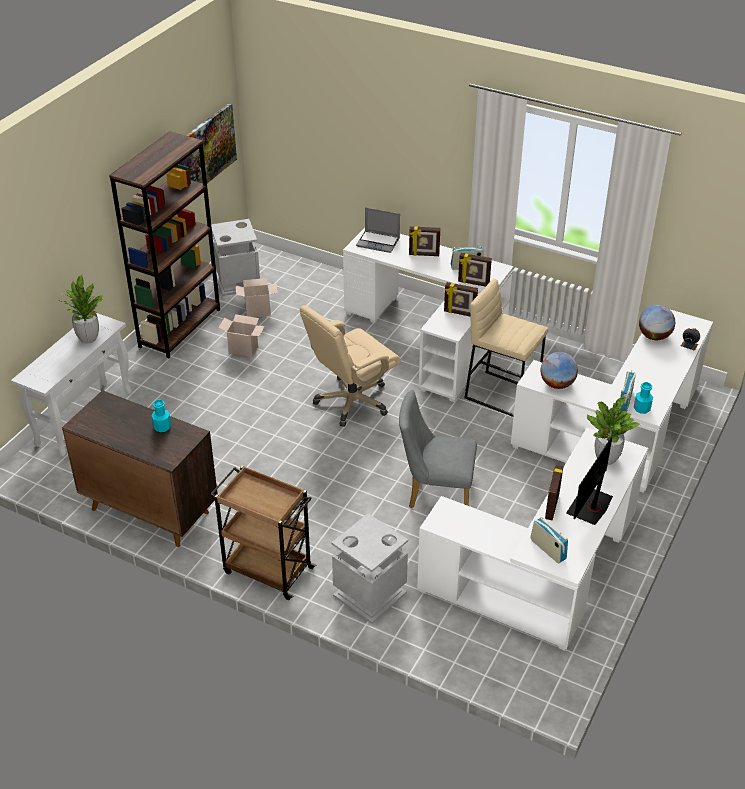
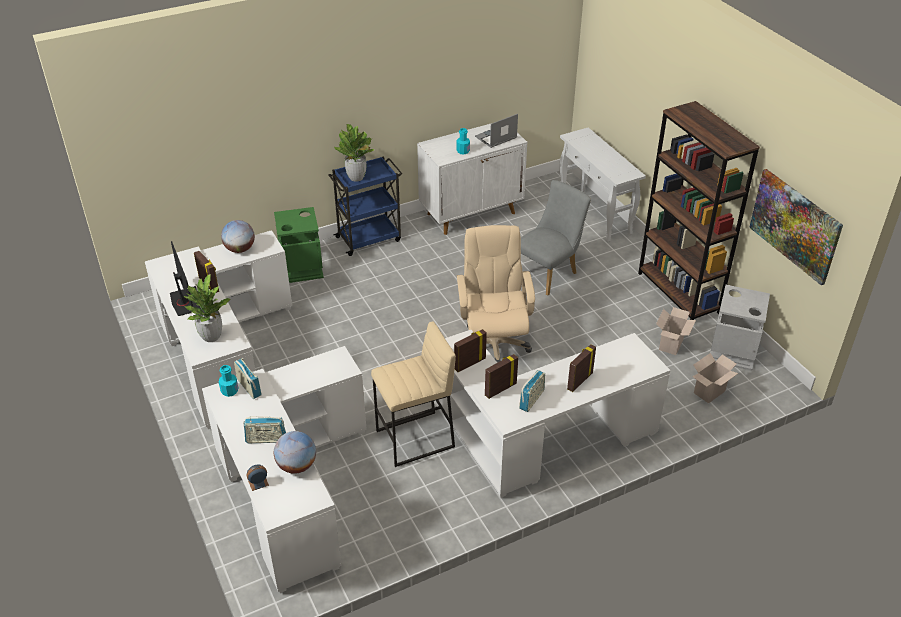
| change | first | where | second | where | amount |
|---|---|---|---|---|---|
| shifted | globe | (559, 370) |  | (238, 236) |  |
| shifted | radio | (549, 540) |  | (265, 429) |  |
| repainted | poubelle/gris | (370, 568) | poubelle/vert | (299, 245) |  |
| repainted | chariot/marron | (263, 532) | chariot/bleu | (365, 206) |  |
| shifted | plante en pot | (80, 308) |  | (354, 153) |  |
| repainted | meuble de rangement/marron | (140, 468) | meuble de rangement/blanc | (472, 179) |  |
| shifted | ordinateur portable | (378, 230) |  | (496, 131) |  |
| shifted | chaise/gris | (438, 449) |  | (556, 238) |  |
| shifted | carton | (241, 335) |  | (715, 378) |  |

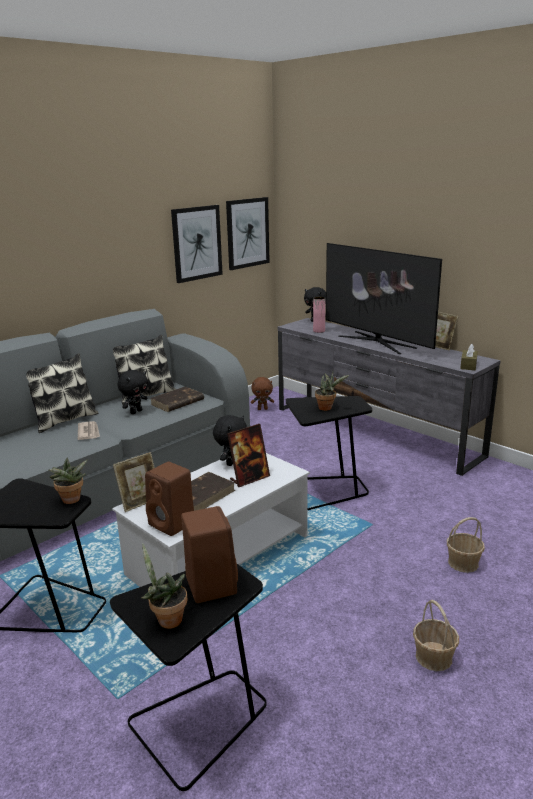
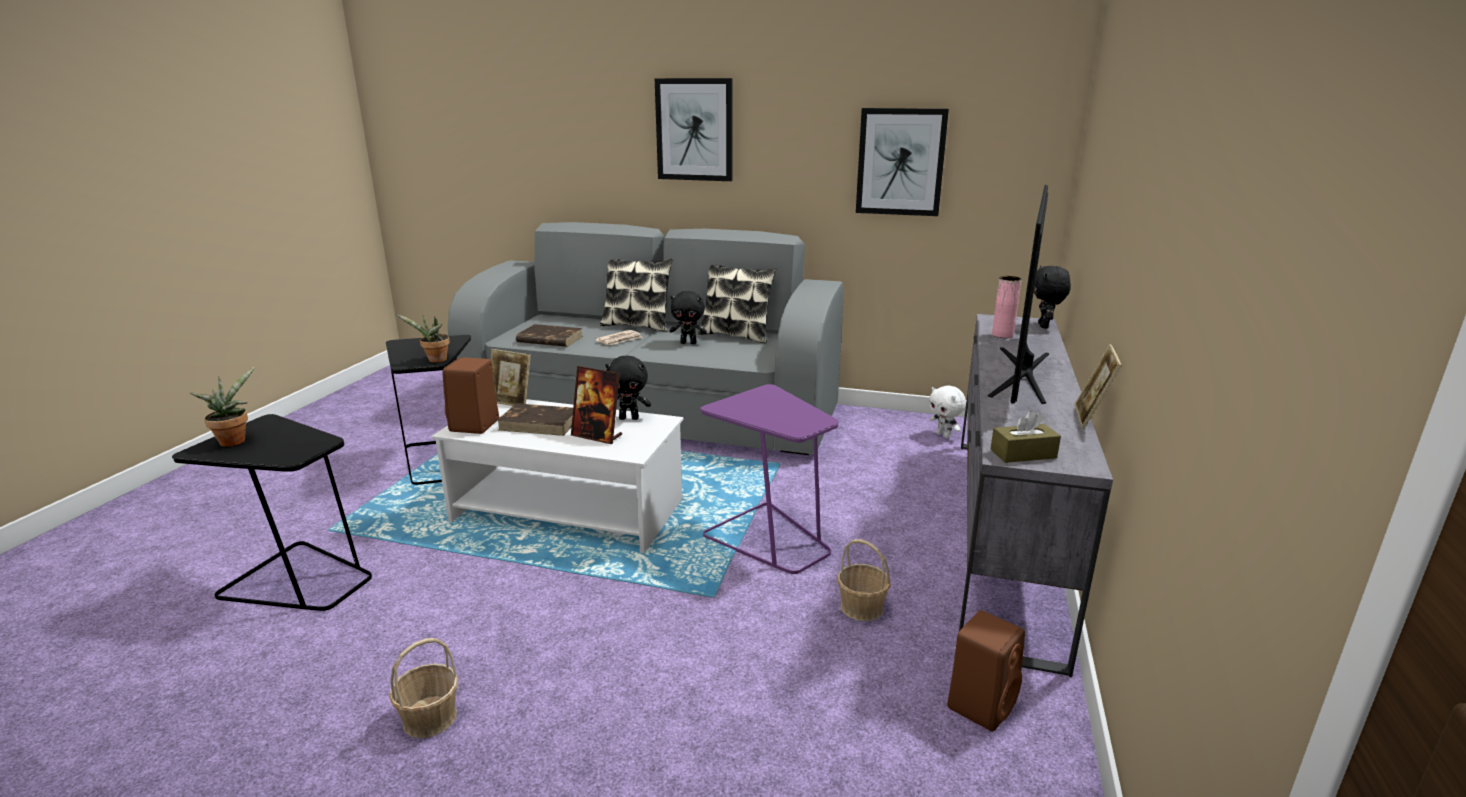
| change | first | where | second | where | amount |
|---|---|---|---|---|---|
| shifted | livre/marron | (177, 399) |  | (549, 335) |  |
| shifted | tableau | (248, 233) |  | (694, 129) |  |
| repainted | table d'appoint/noir | (329, 453) | table d'appoint/violet | (769, 479) |  |
| shifted | panier | (466, 545) |  | (864, 580) |  |
| repainted | peluche/marron | (262, 393) | peluche/blanc | (947, 411) |  |
| shifted | enceinte/marron | (209, 554) |  | (986, 671) |  |
| gone | plante en pot | (332, 391) |  |  |  |

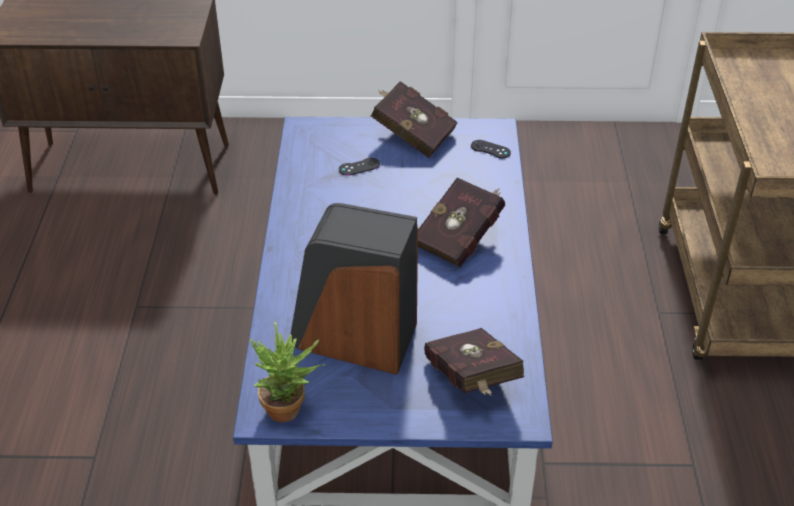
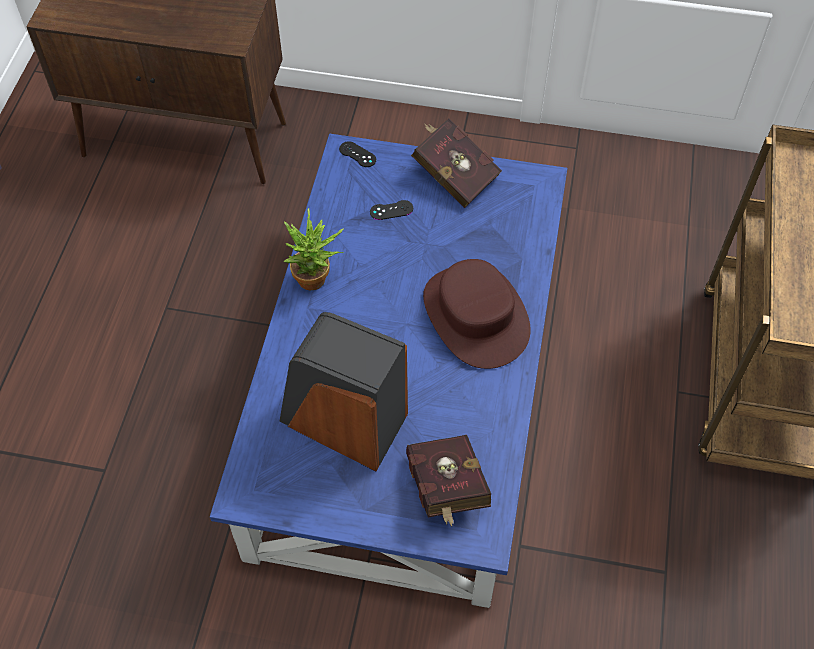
| change | first | where | second | where | amount |
|---|---|---|---|---|---|
| shifted | plante en pot | (287, 371) |  | (313, 249) |  |
| shifted | manette/noir | (491, 149) |  | (357, 154) |  |
| swapped | livre/rouge | (461, 222) | chapeau/marron | (477, 314) |  |

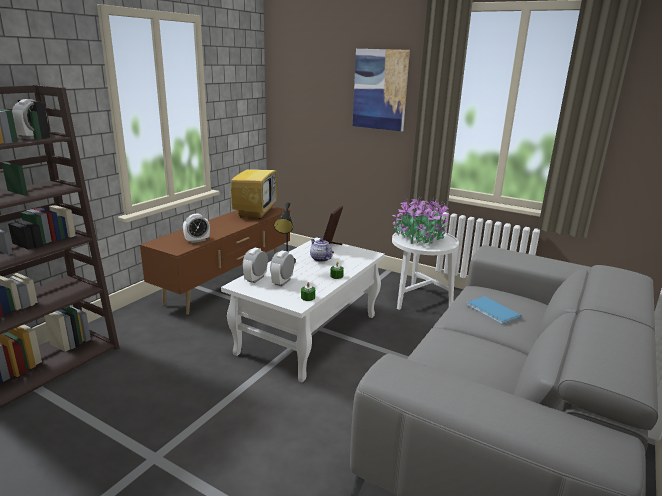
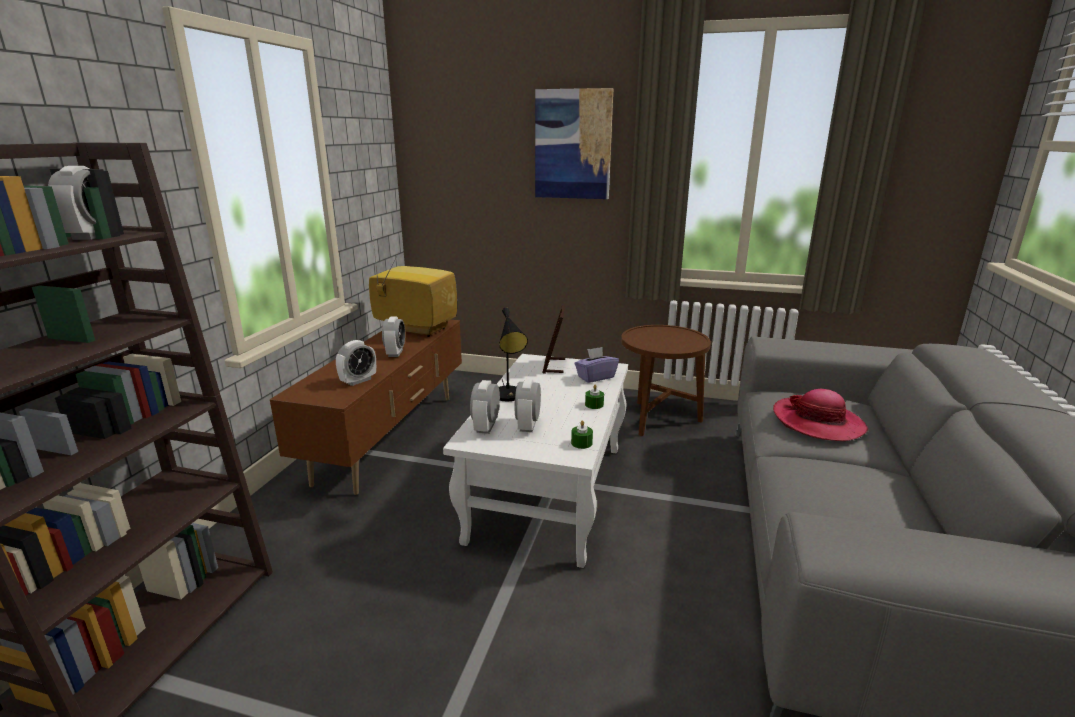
| change | first | where | second | where | amount |
|---|---|---|---|---|---|
| rotated | téléviseur | (254, 180) |  | (413, 288) | 60 degrees counterclockwise |
| new |  |  | réveil | (393, 337) |  |
| new |  |  | boîte à mouchoirs/violet | (597, 365) |  |
| repainted | table d'appoint/blanc | (425, 270) | table d'appoint/marron | (666, 380) |  |
| swapped | livre/bleu | (494, 310) | chapeau | (820, 415) |  |
| gone | théière | (321, 250) |  |  |  |
| gone | plante en pot | (420, 220) |  |  |  |

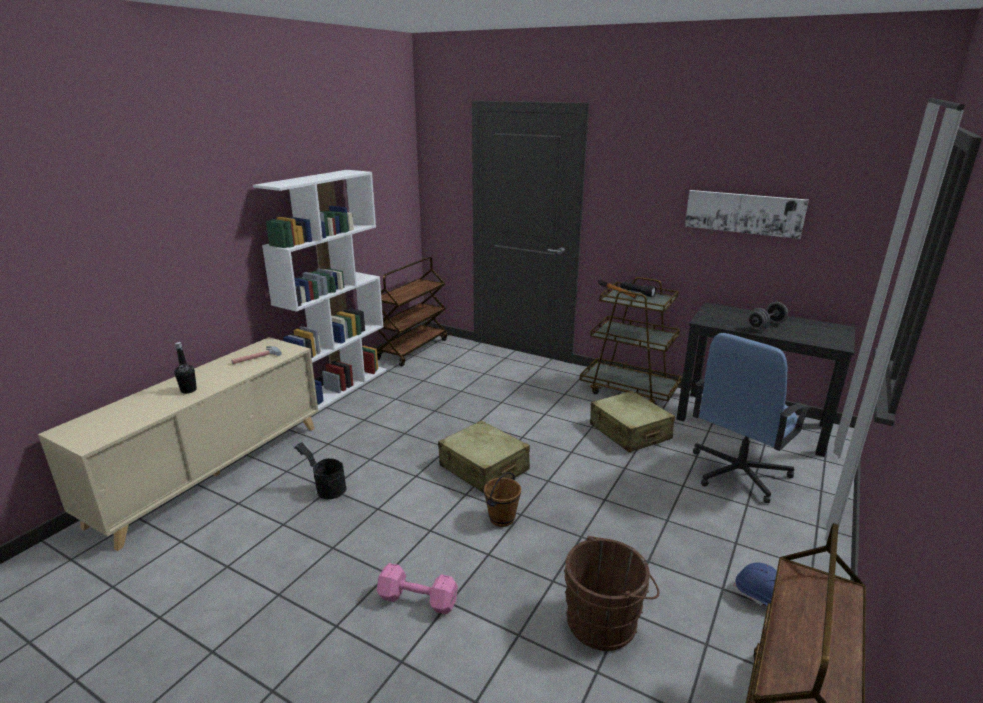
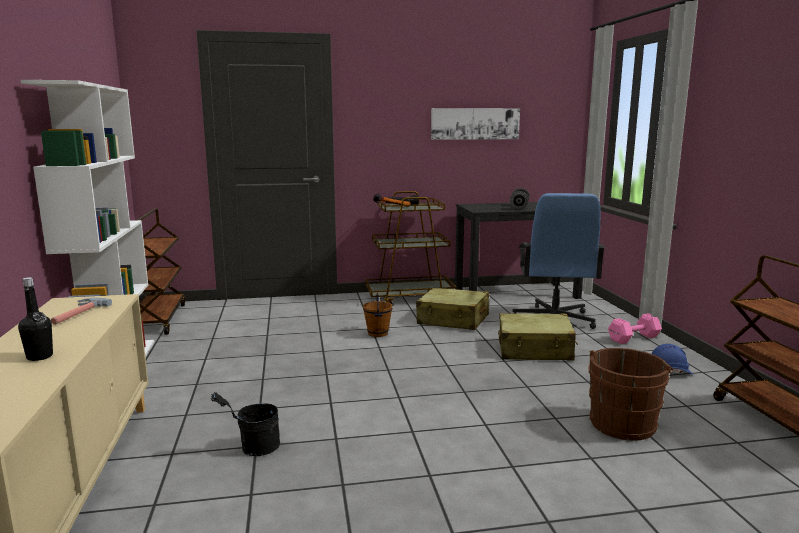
| change | first | where | second | where | amount |
|---|---|---|---|---|---|
| shifted | seau/marron | (502, 499) |  | (378, 314) |  |
| shifted | valise/beige | (484, 456) |  | (538, 337) |  |
| shifted | haltère/rose | (417, 588) |  | (635, 328) |  |

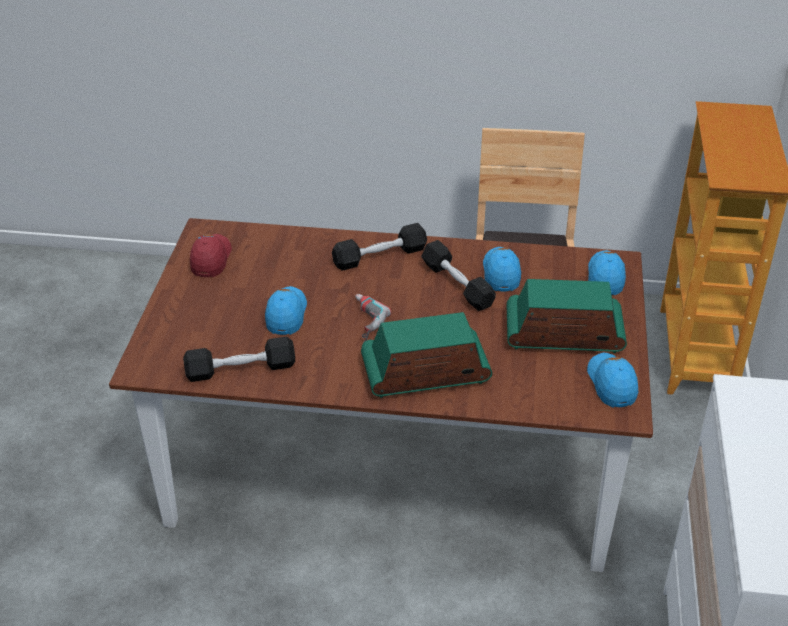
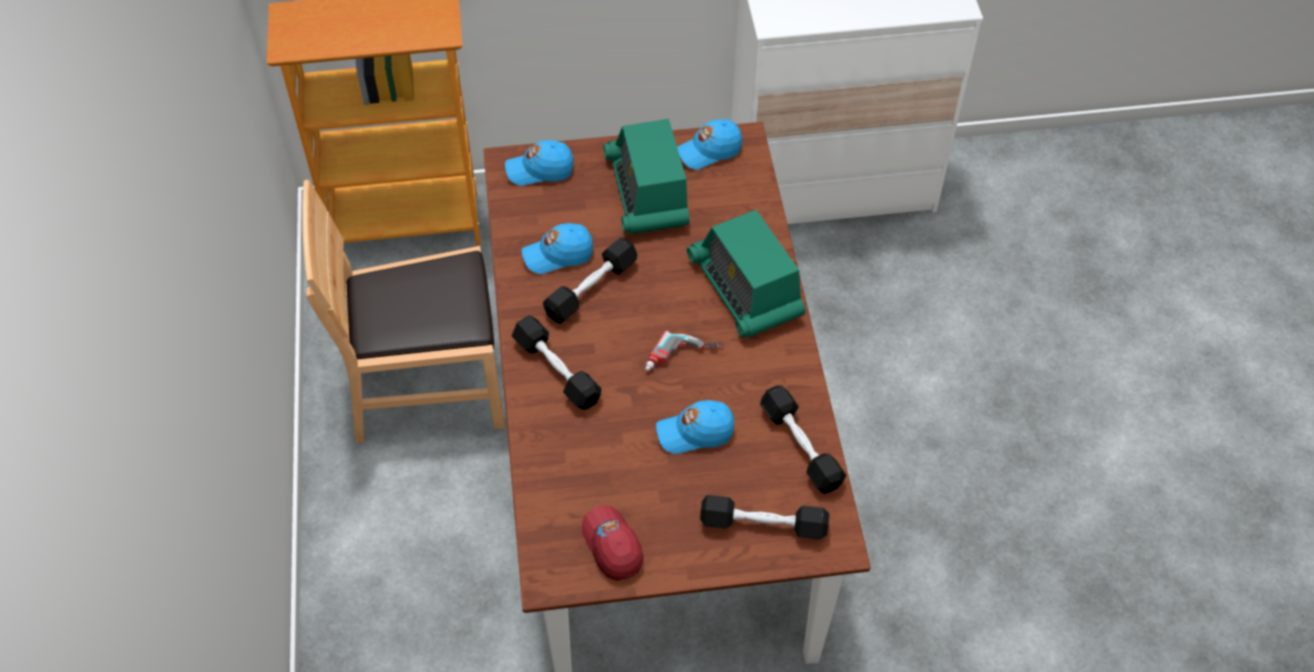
| change | first | where | second | where | amount |
|---|---|---|---|---|---|
| rotated | casquette/rouge | (211, 255) |  | (613, 543) | 75 degrees clockwise |
| new |  |  | haltère/noir | (764, 517) |  |

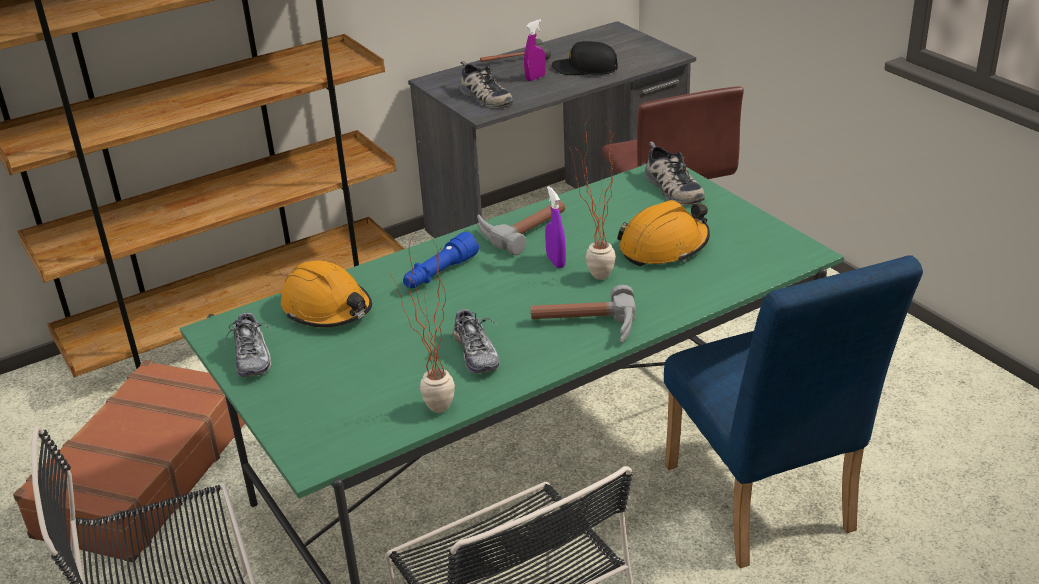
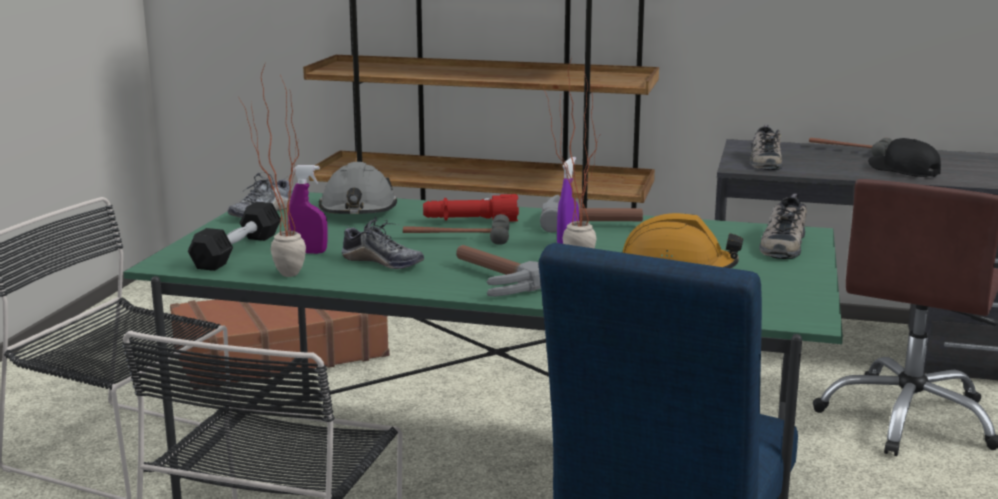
| change | first | where | second | where | amount |
|---|---|---|---|---|---|
| new |  |  | haltère/noir | (234, 236) |  |
| shifted | vaporisateur/violet | (535, 50) |  | (308, 209) |  |
| repainted | casque de chantier/orange | (326, 294) | casque de chantier/gris | (358, 188) |  |
| rotated | chaussure | (475, 339) |  | (383, 243) | 90 degrees counterclockwise |
| new |  |  | marteau | (456, 229) |  |
| repainted | lampe de poche/bleu | (441, 260) | lampe de poche/rouge | (471, 208) |  |

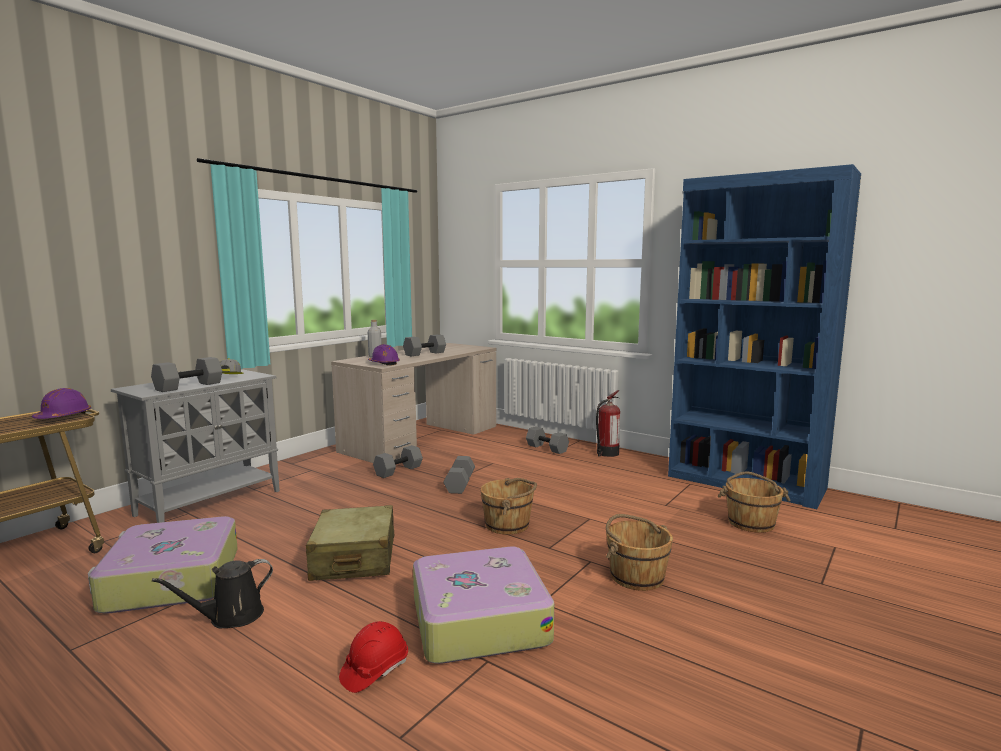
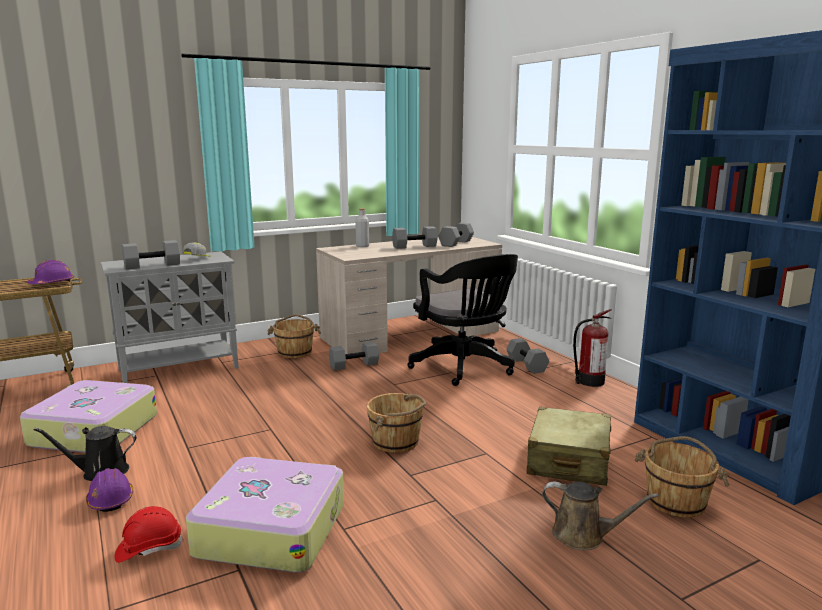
| change | first | where | second | where | amount |
|---|---|---|---|---|---|
| shifted | casque de chantier/violet | (384, 355) |  | (109, 490) |  |
| shifted | seau/marron | (639, 552) |  | (294, 336) |  |
| new |  |  | chaise de bureau/noir | (462, 320) |  |
| shifted | haltère/gris | (459, 475) |  | (456, 234) |  |
| shifted | valise/beige | (350, 543) |  | (569, 446) |  |
| new |  |  | arrosoir/marron | (600, 515) |  |

